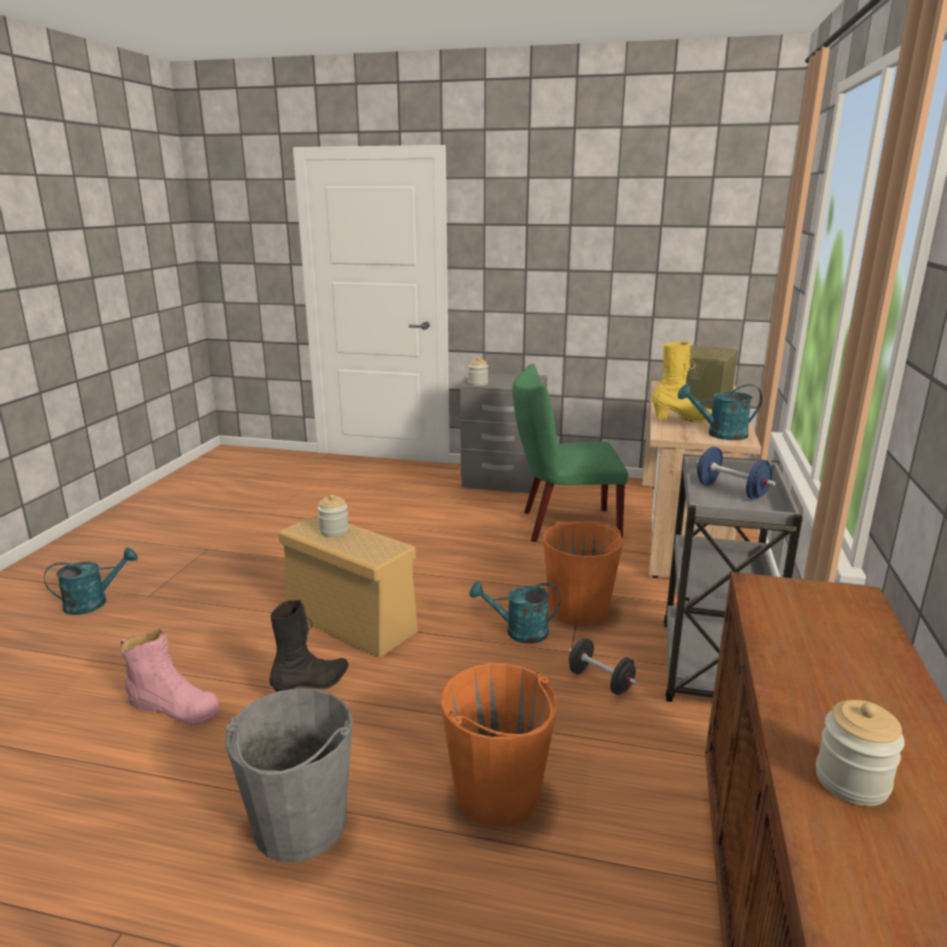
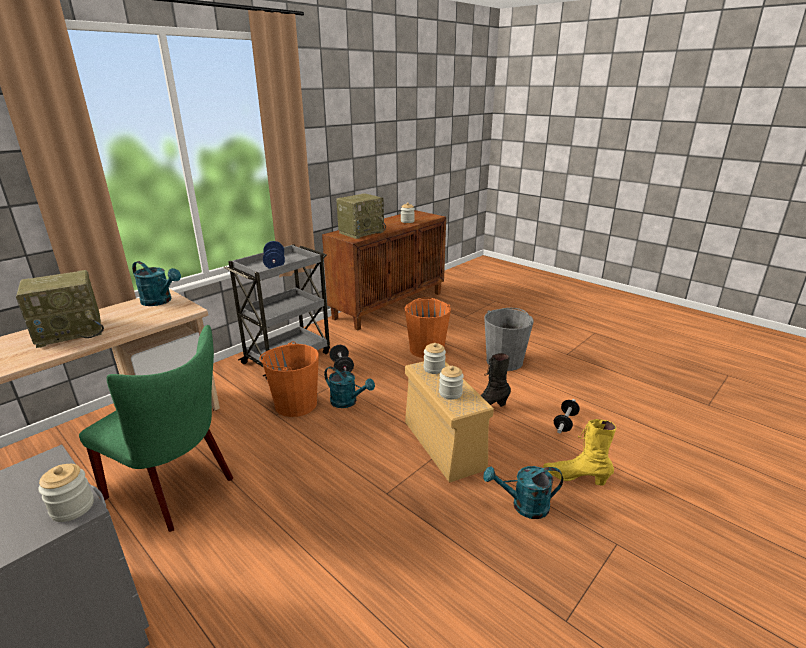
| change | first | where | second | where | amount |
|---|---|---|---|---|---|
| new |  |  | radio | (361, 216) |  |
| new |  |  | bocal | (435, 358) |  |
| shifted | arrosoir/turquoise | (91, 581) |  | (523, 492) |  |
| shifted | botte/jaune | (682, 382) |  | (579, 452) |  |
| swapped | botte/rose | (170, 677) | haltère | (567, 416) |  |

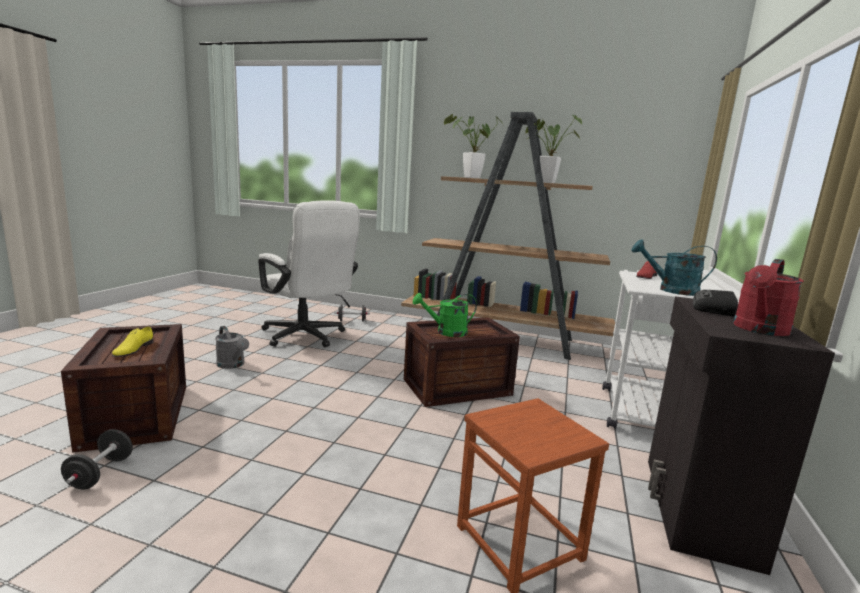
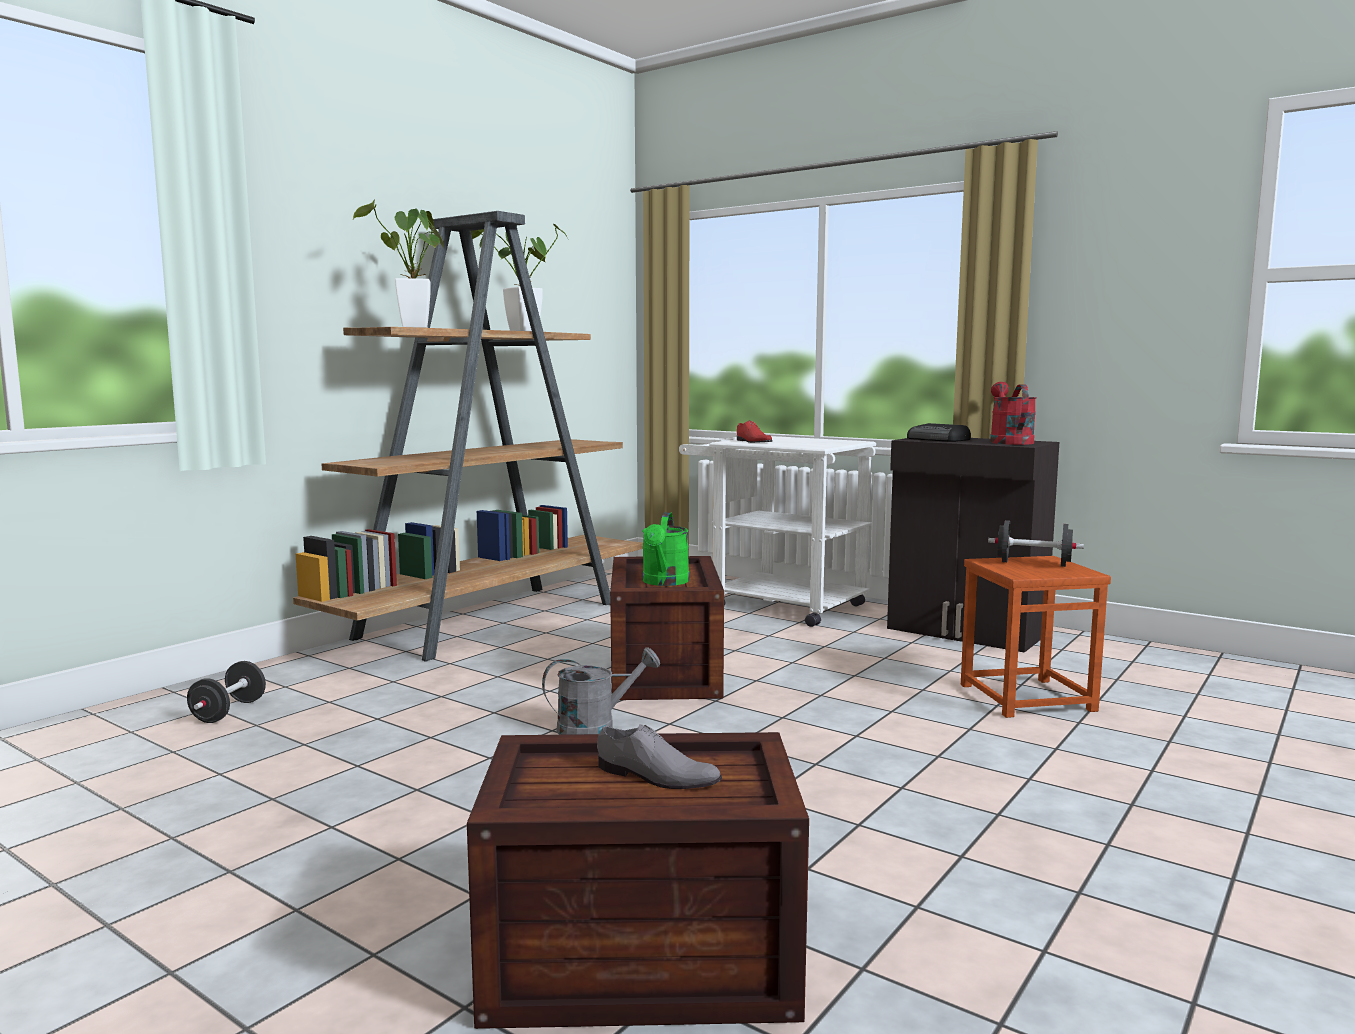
| change | first | where | second | where | amount |
|---|---|---|---|---|---|
| shifted | arrosoir/gris | (232, 347) |  | (601, 691) |  |
| repainted | chaussure/jaune | (132, 342) | chaussure/gris | (659, 756) |  |
| shifted | haltère/noir | (97, 459) |  | (1036, 543) |  |
| rotated | arrosoir/rouge | (768, 297) |  | (1013, 413) | 150 degrees counterclockwise |
| gone | chaise de bureau/blanc | (309, 273) |  |  |  |
| gone | arrosoir/turquoise | (674, 267) |  |  |  |

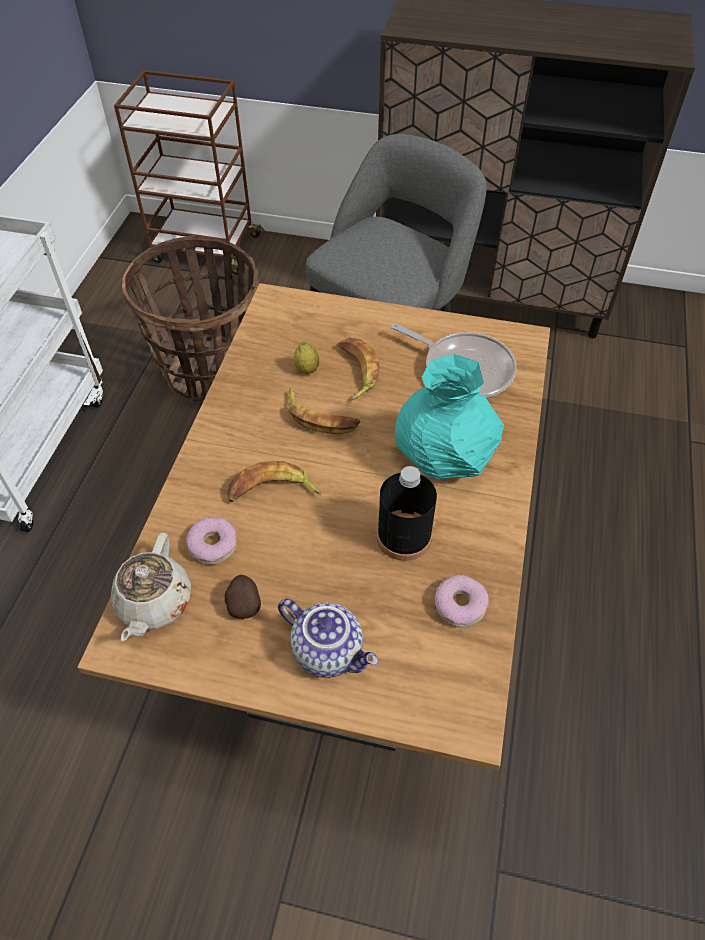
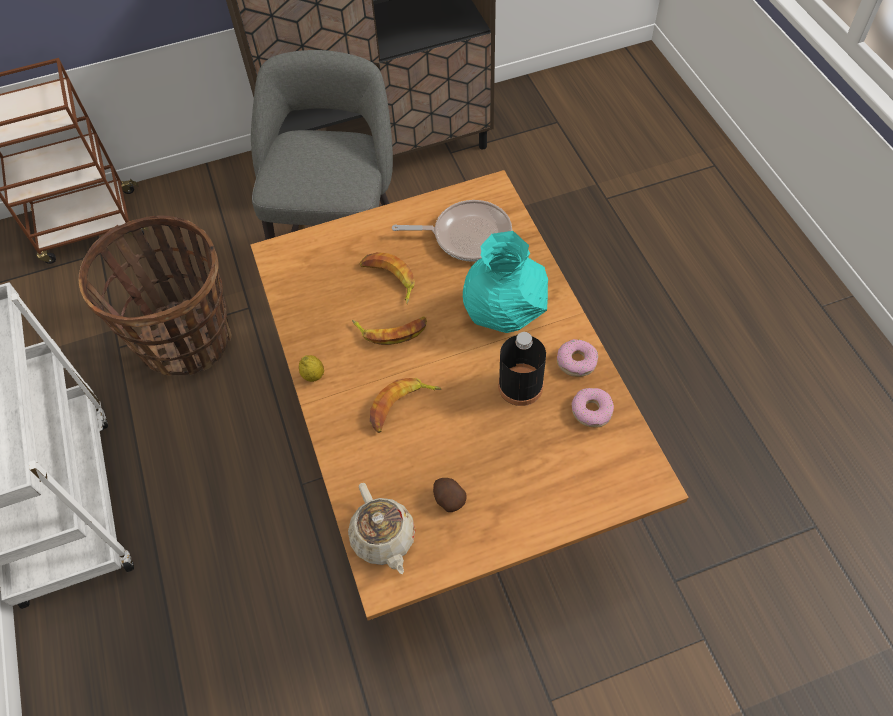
| change | first | where | second | where | amount |
|---|---|---|---|---|---|
| shifted | citron | (306, 358) |  | (311, 368) |  |
| shifted | beignet | (211, 541) |  | (577, 358) |  |
| gone | théière | (328, 638) |  |  |  |

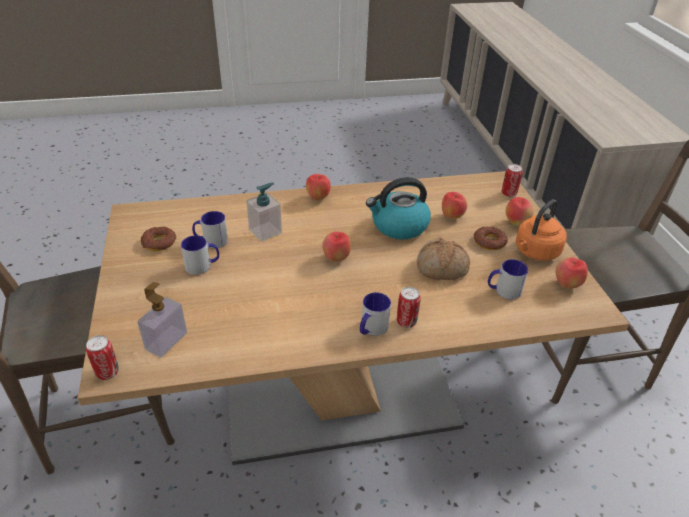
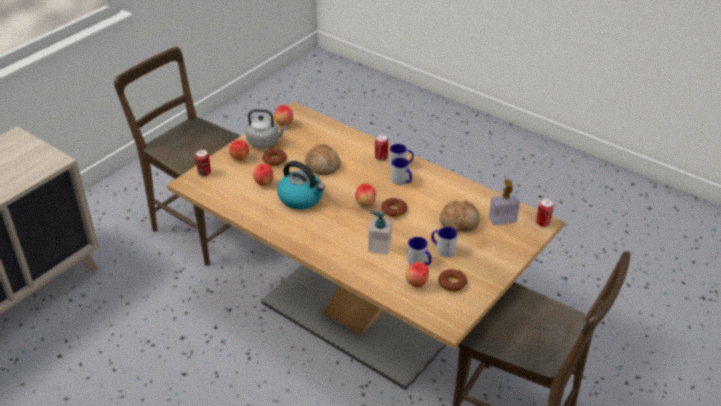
| change | first | where | second | where | amount |
|---|---|---|---|---|---|
| repainted | bouilloire/orange | (541, 230) | bouilloire/gris | (266, 128) |  |
| new |  |  | beignet | (394, 207) |  |
| shifted | mug | (508, 279) |  | (401, 171) |  |
| shifted | pomme | (318, 187) |  | (417, 275) |  |
| new |  |  | pain | (460, 216) |  |

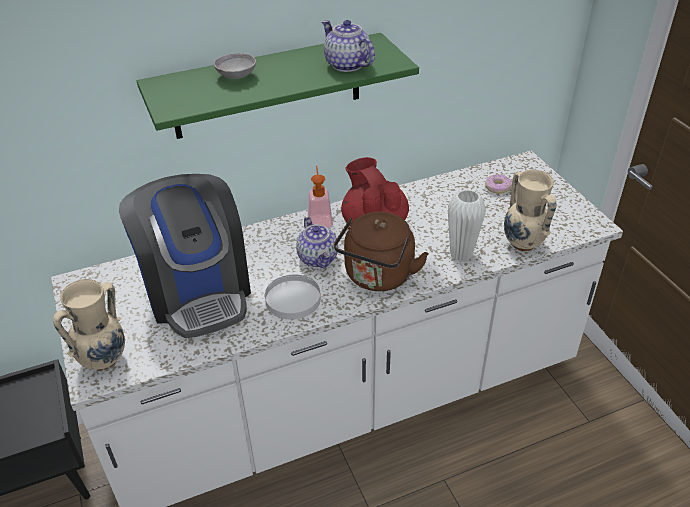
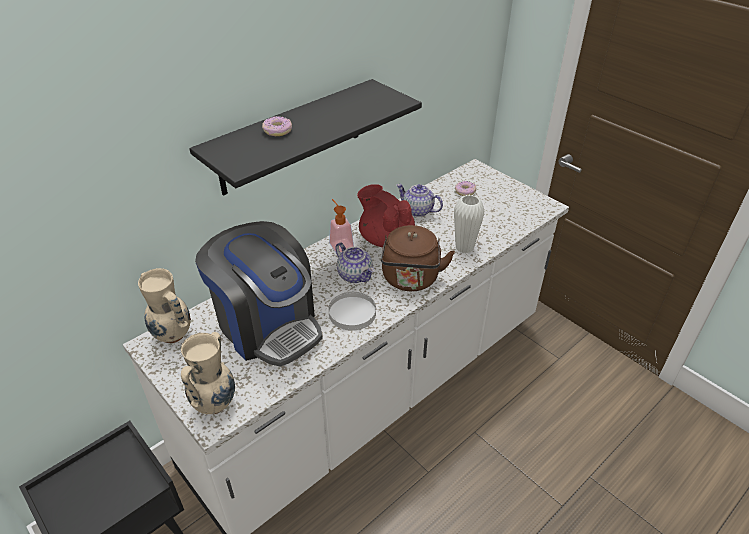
| change | first | where | second | where | amount |
|---|---|---|---|---|---|
| shifted | vase/beige | (530, 211) |  | (164, 305) |  |
| repainted | étagère/vert | (278, 86) | étagère/noir | (305, 137) |  |
| swapped | bol/gris | (234, 66) | beignet | (277, 126) |  |
| shifted | théière | (348, 46) |  | (419, 200) |  |

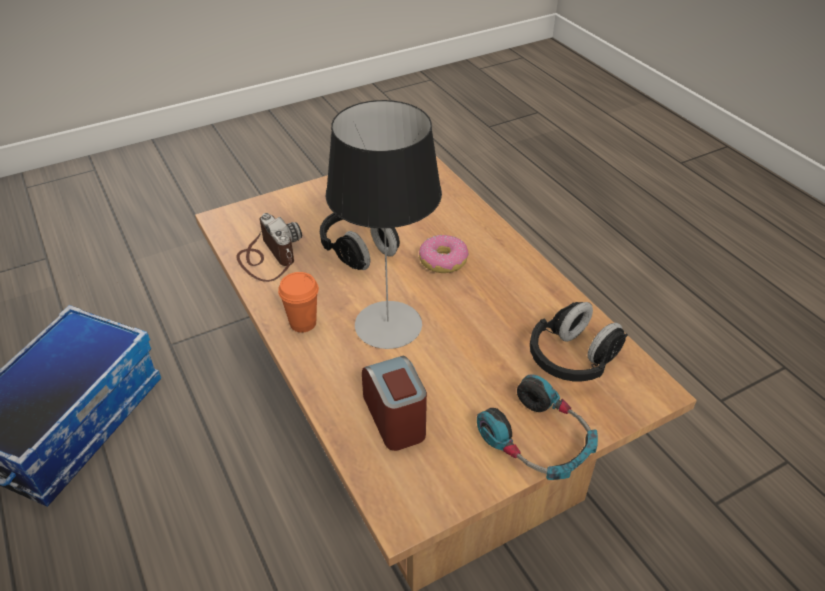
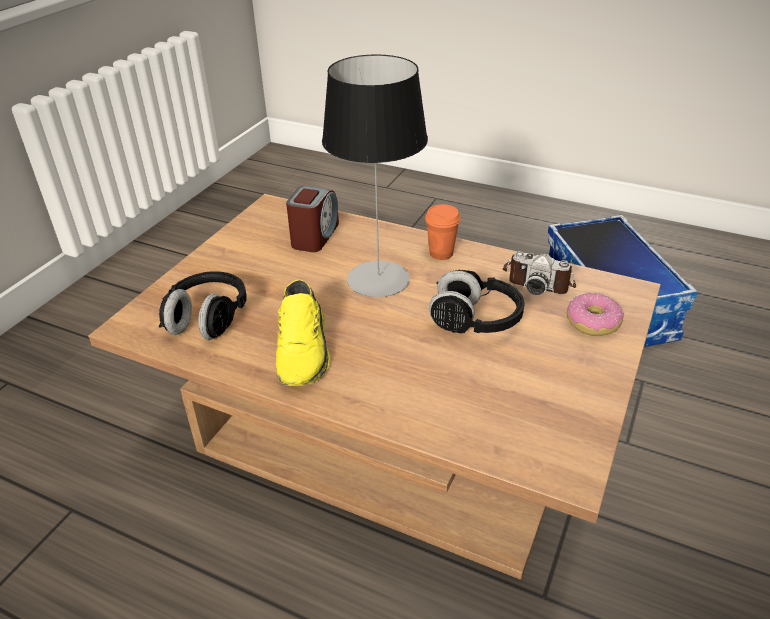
| change | first | where | second | where | amount |
|---|---|---|---|---|---|
| new |  |  | chaussure/jaune | (303, 333) |  |
| rotated | réveil | (394, 403) |  | (312, 219) | 105 degrees counterclockwise |
| shifted | beignet | (444, 254) |  | (595, 314) |  |
| gone | casque audio | (537, 427) |  |  |  |

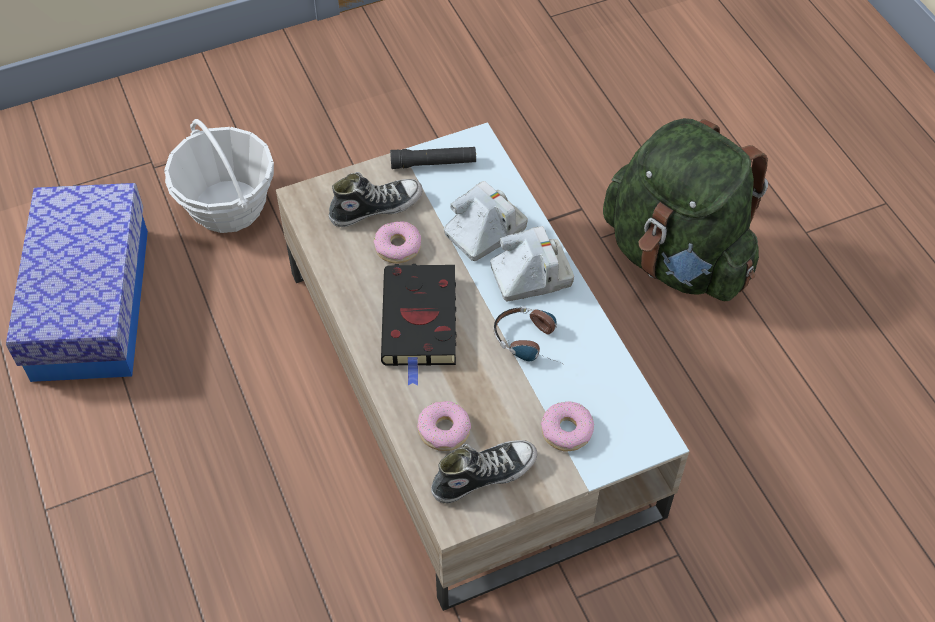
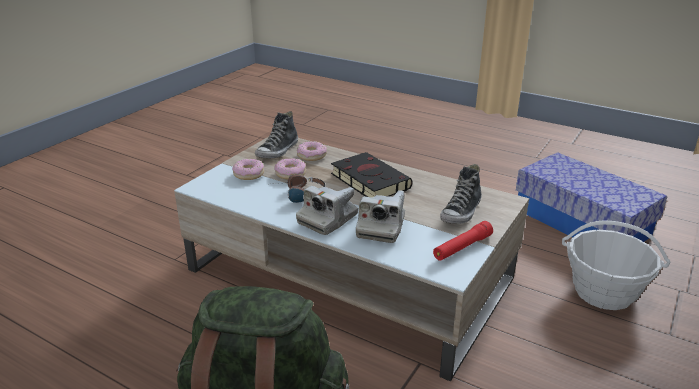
| change | first | where | second | where | amount |
|---|---|---|---|---|---|
| shifted | beignet | (397, 242) |  | (290, 168) |  |
| repainted | lampe de poche/noir | (433, 158) | lampe de poche/rouge | (463, 241) |  |

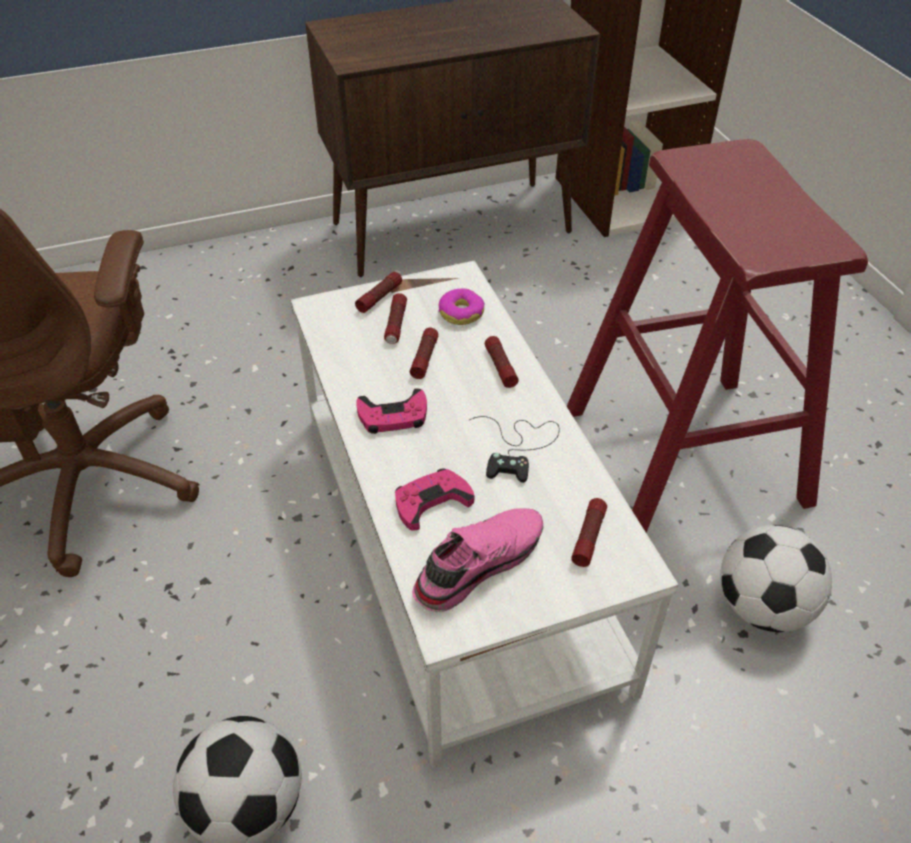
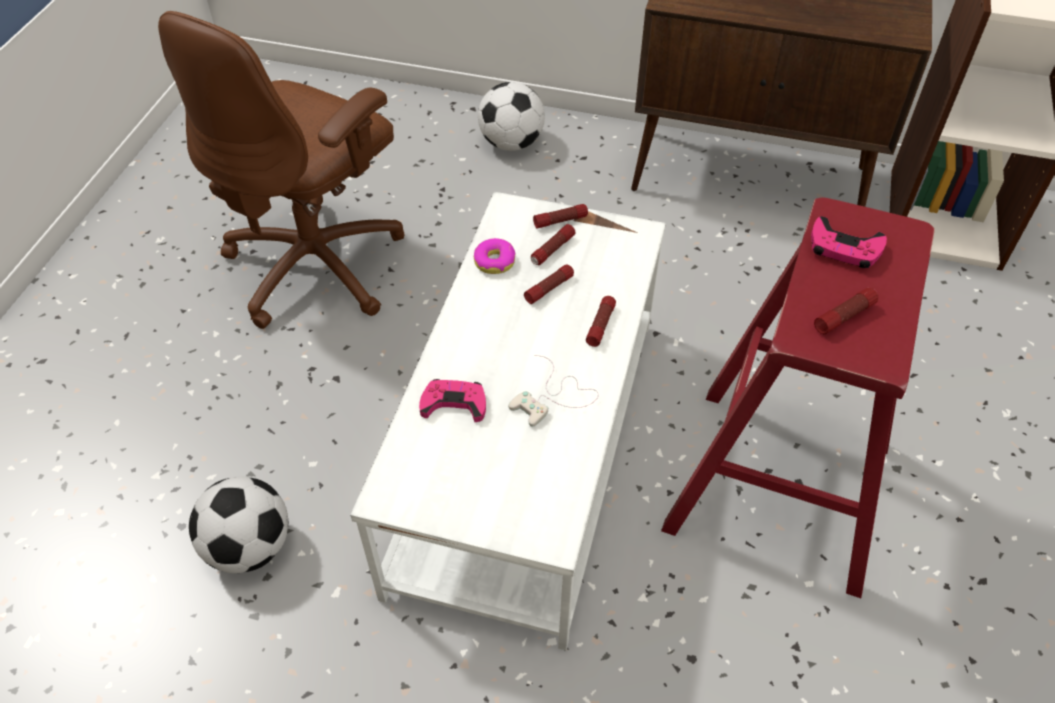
| change | first | where | second | where | amount |
|---|---|---|---|---|---|
| shifted | beignet | (462, 307) |  | (495, 256) |  |
| shifted | ballon de foot | (776, 578) |  | (511, 116) |  |
| repainted | manette/noir | (514, 449) | manette/blanc | (553, 391) |  |
| shifted | manette/rose | (391, 411) |  | (849, 242) |  |
| shifted | lampe de poche | (589, 532) |  | (846, 311) |  |
| gone | chaussure/rose | (477, 560) |  |  |  |

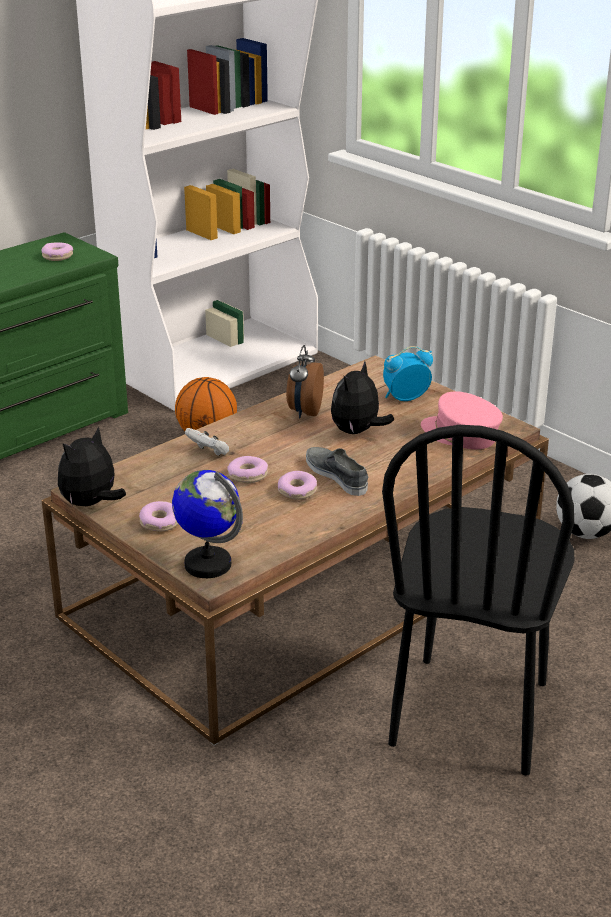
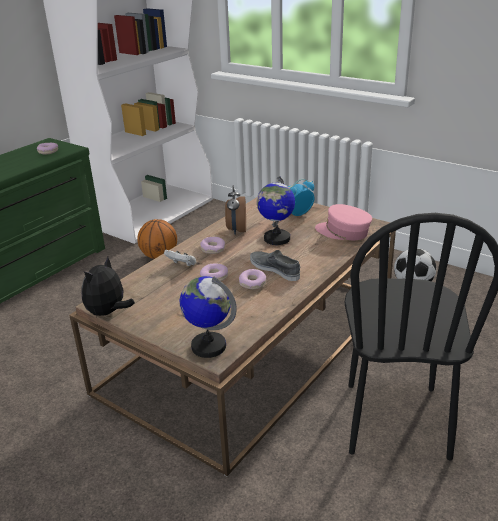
| change | first | where | second | where | amount |
|---|---|---|---|---|---|
| shifted | beignet | (158, 516) |  | (212, 245) |  |
| swapped | peluche | (362, 397) | globe | (276, 210) |  |

